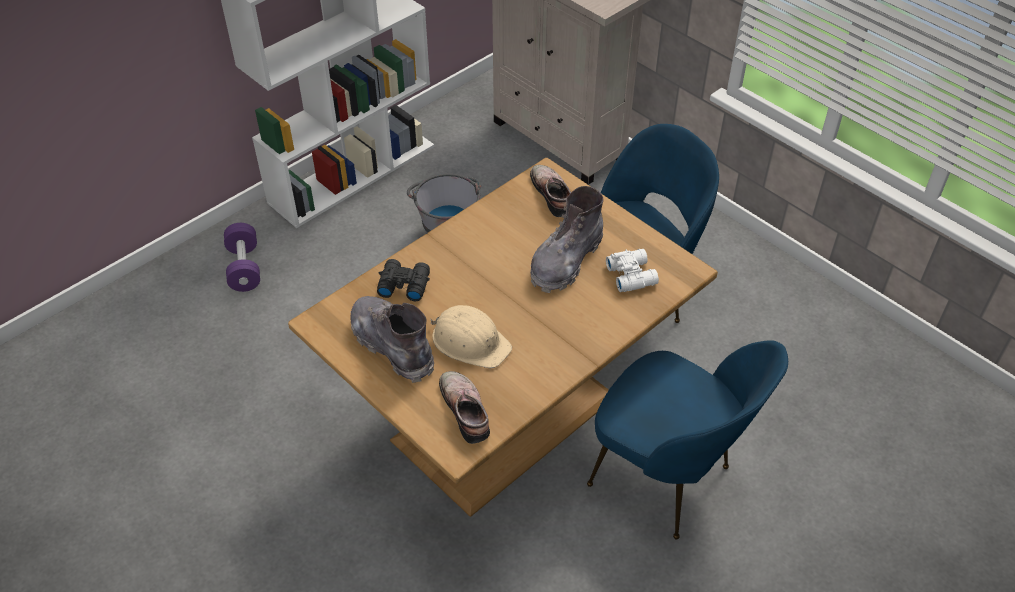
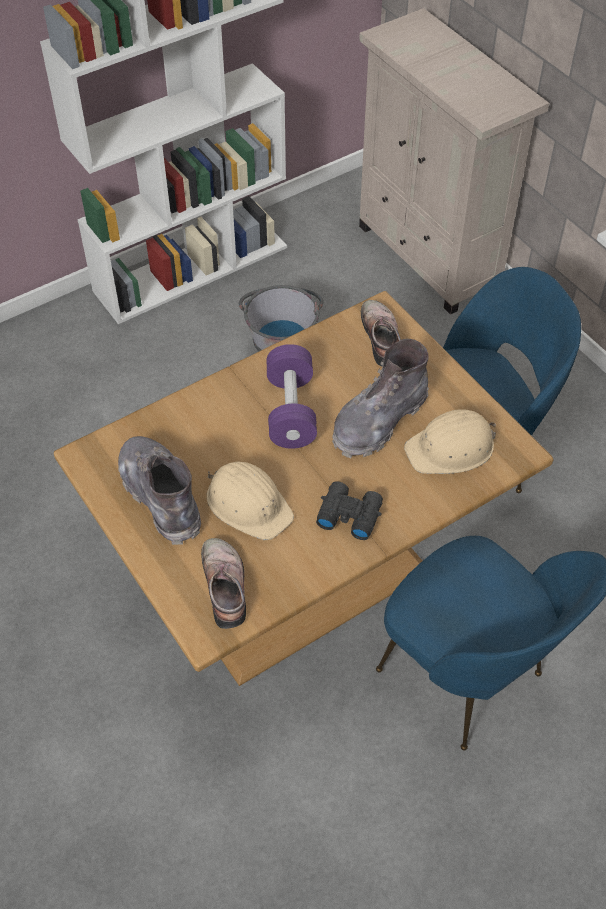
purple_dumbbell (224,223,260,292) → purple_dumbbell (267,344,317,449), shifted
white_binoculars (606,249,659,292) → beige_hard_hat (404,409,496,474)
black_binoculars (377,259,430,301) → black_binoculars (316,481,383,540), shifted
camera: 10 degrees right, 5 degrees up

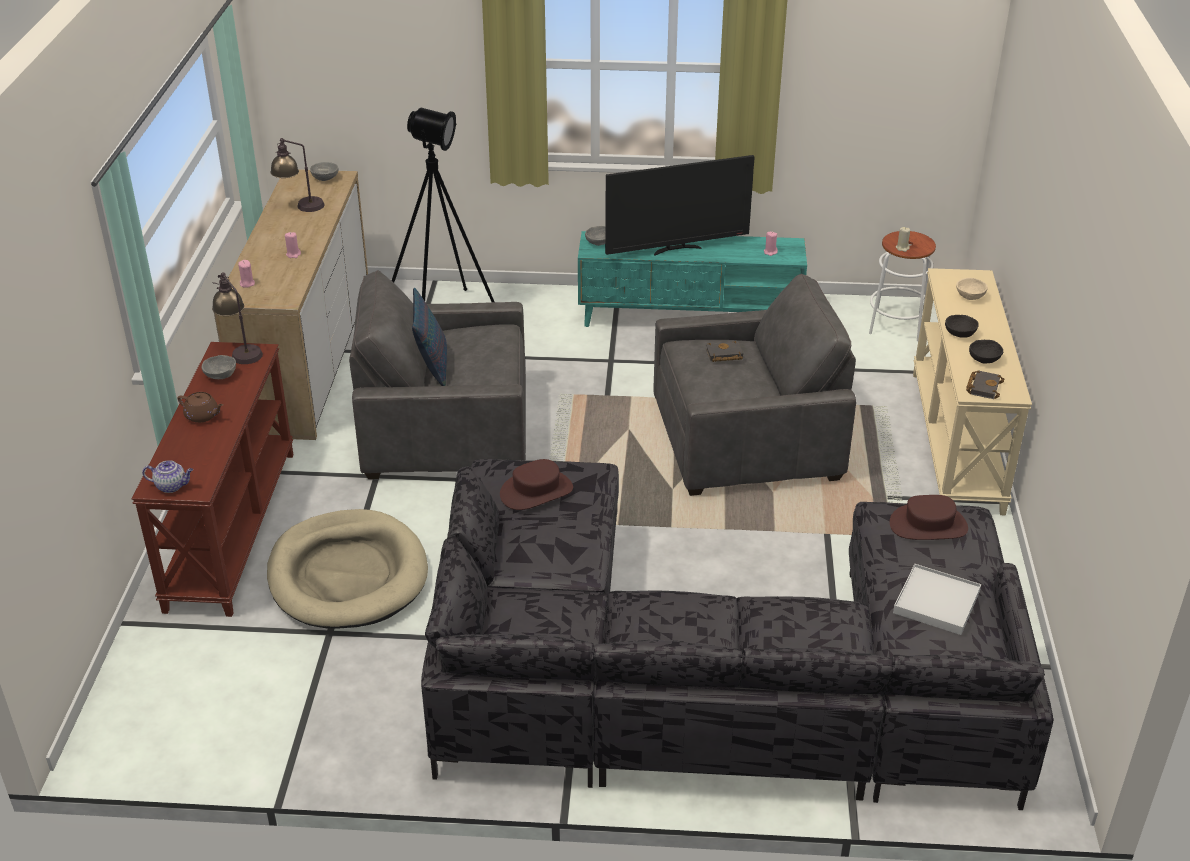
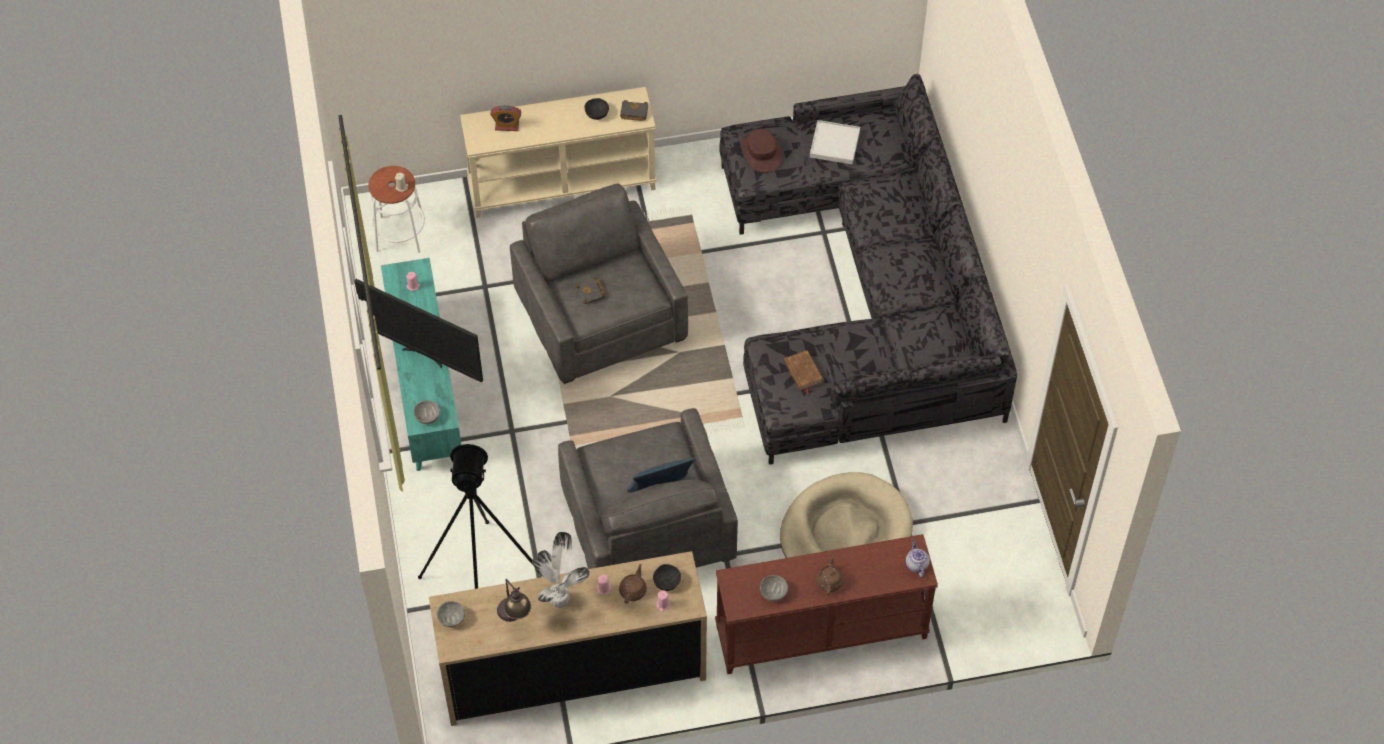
television (605,155,755,256) → television (354,279,483,383), 150 degrees clockwise
table_lamp (212,272,263,364) → -
beige_bowl (956,278,988,300) → alarm_clock (490,105,521,131)
black_bowl (945,315,979,338) → black_bowl (653,564,681,591), shifted
brown_hat (500,459,573,510) → brown_book (784,350,823,394)
- → potted_plant (532,532,589,608)
- → brown_teapot (619,564,647,604)
camera: 105 degrees left, 20 degrees up

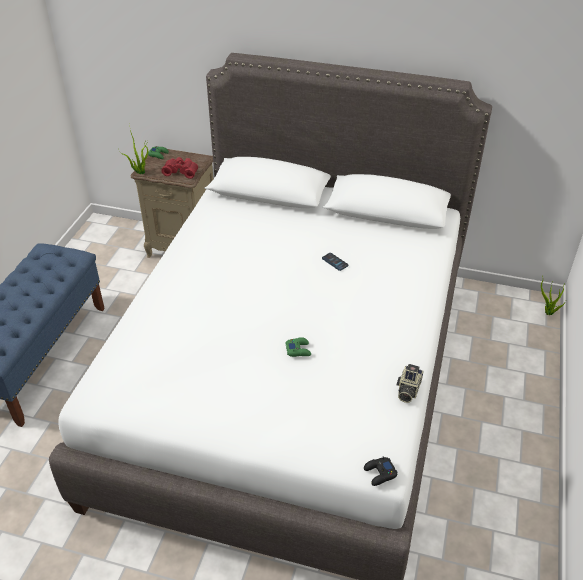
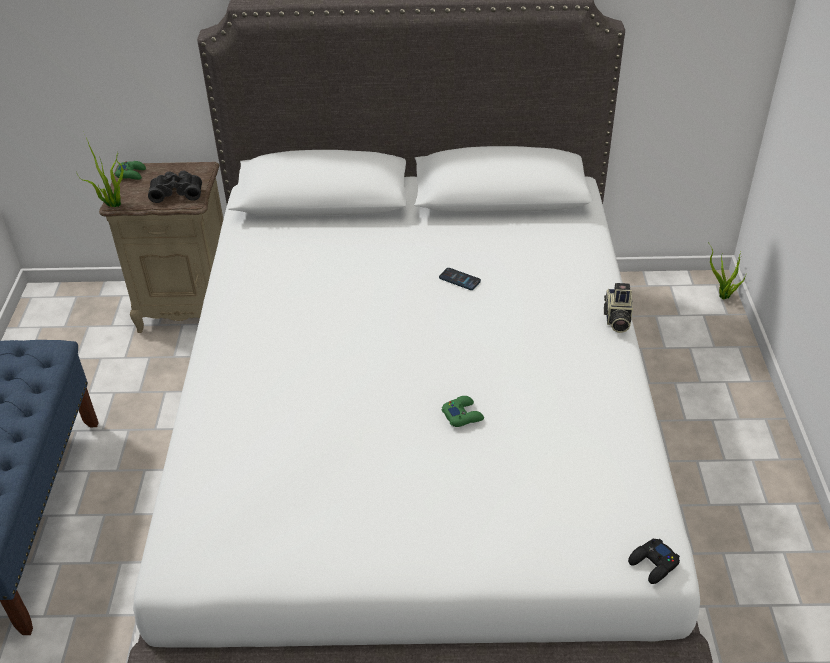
red_binoculars (161,157,198,179) → black_binoculars (148,171,202,203)
photo_camera (397,364,424,403) → photo_camera (604,283,633,333), shifted
camera: 15 degrees left, 0 degrees up

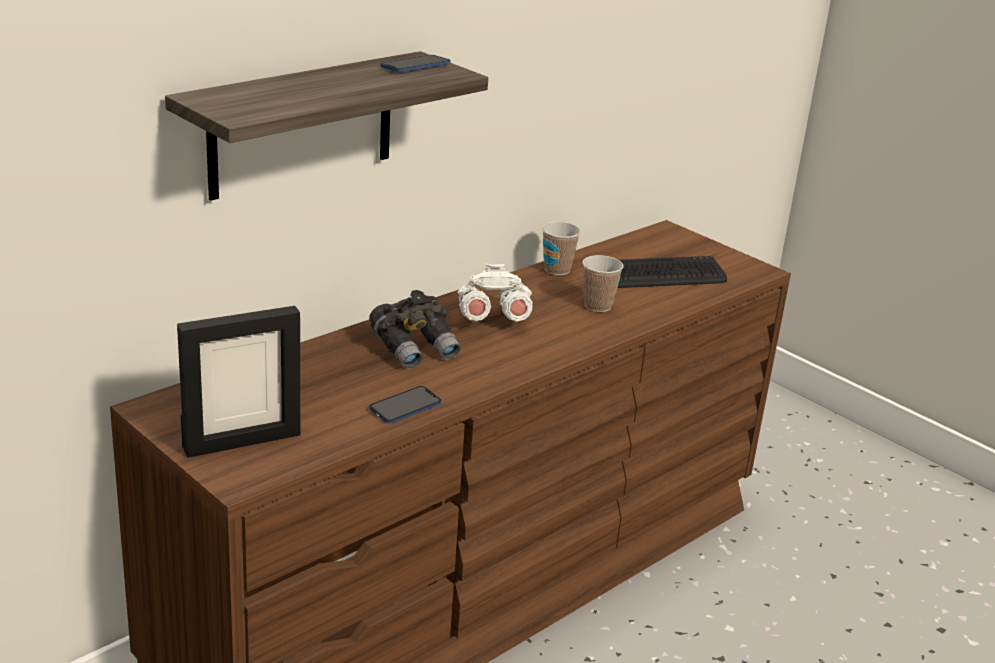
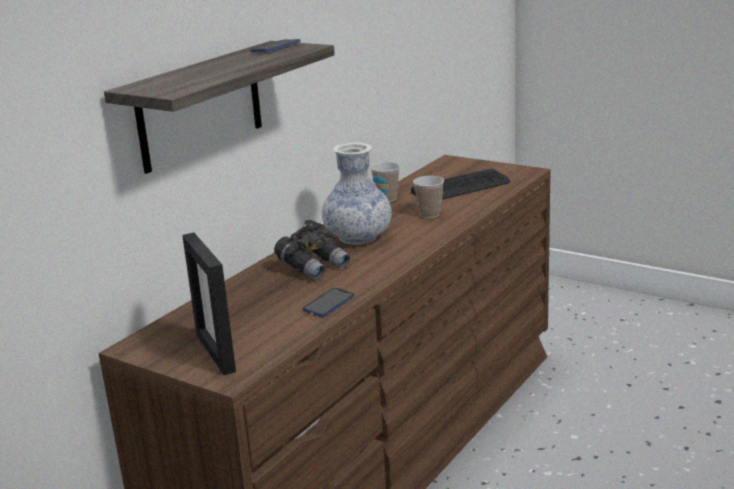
white_binoculars (458,264,532,322) → vase (322,143,392,245)
picture_frame (177,306,300,458) → picture_frame (182,233,236,375), 105 degrees clockwise
camera: 10 degrees left, 5 degrees down

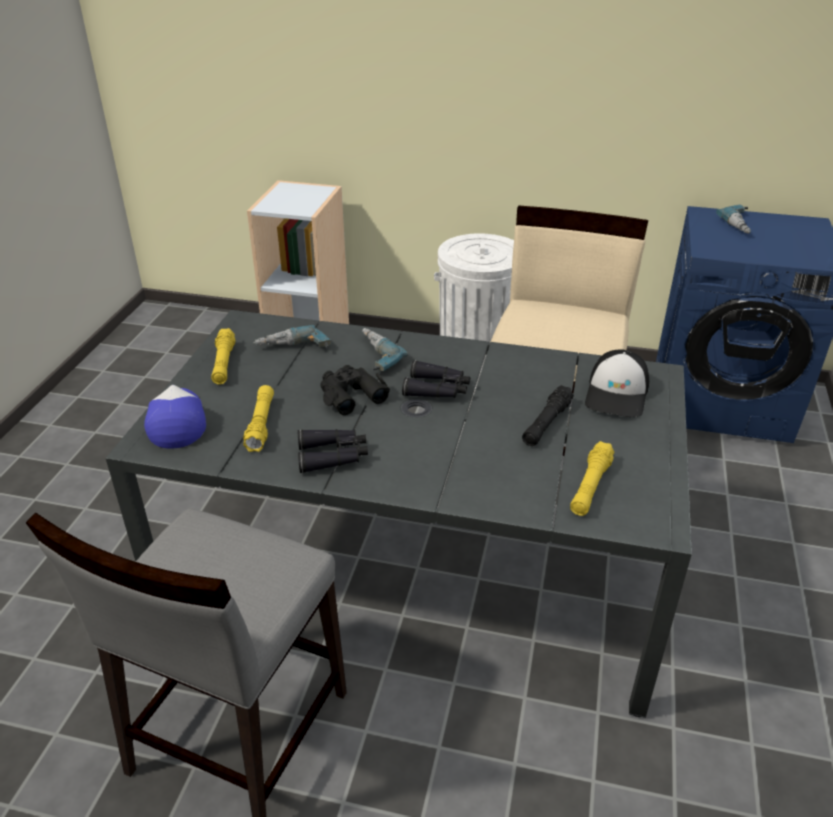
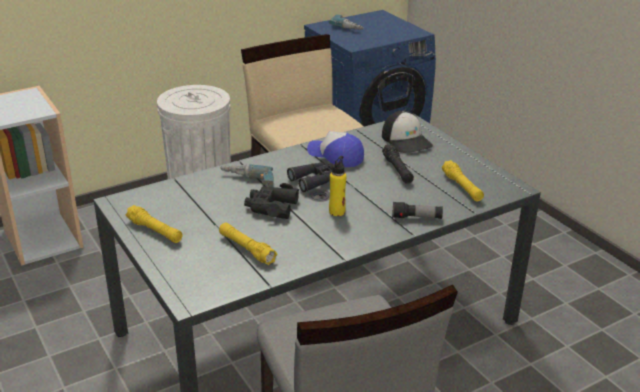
power_drill (253,325,331,348) → -
cap (144,385,206,449) → cap (307,131,364,167), shifted
black_binoculars (298,429,368,473) → -
- → yellow_bottle (329,156,346,216)
- → flashlight (392,202,443,219)
camera: 45 degrees left, 5 degrees down

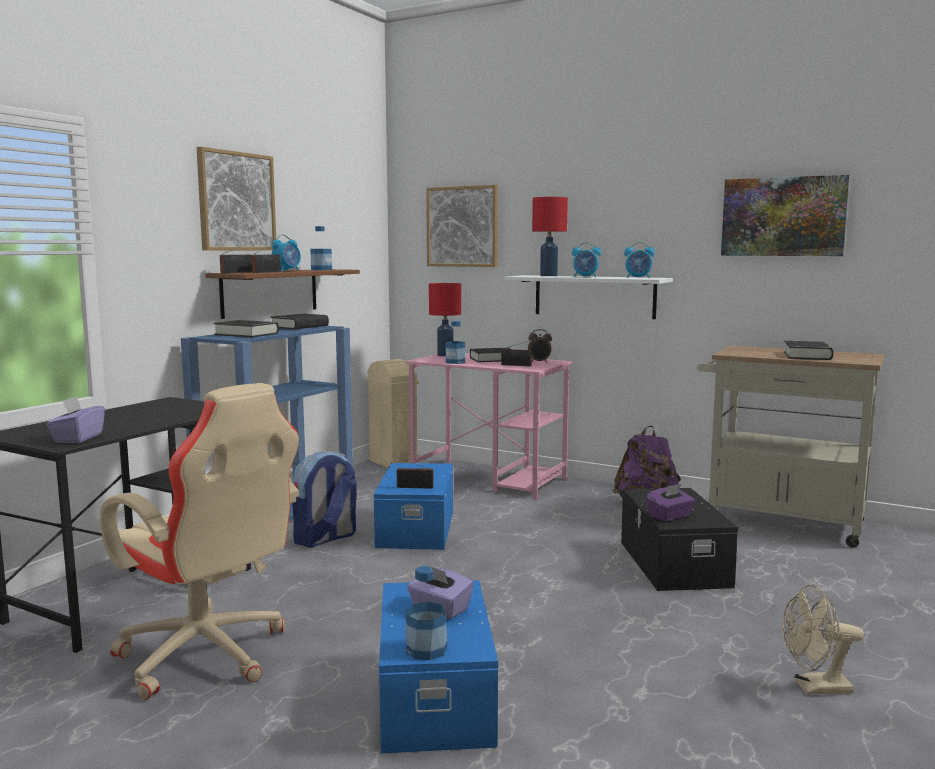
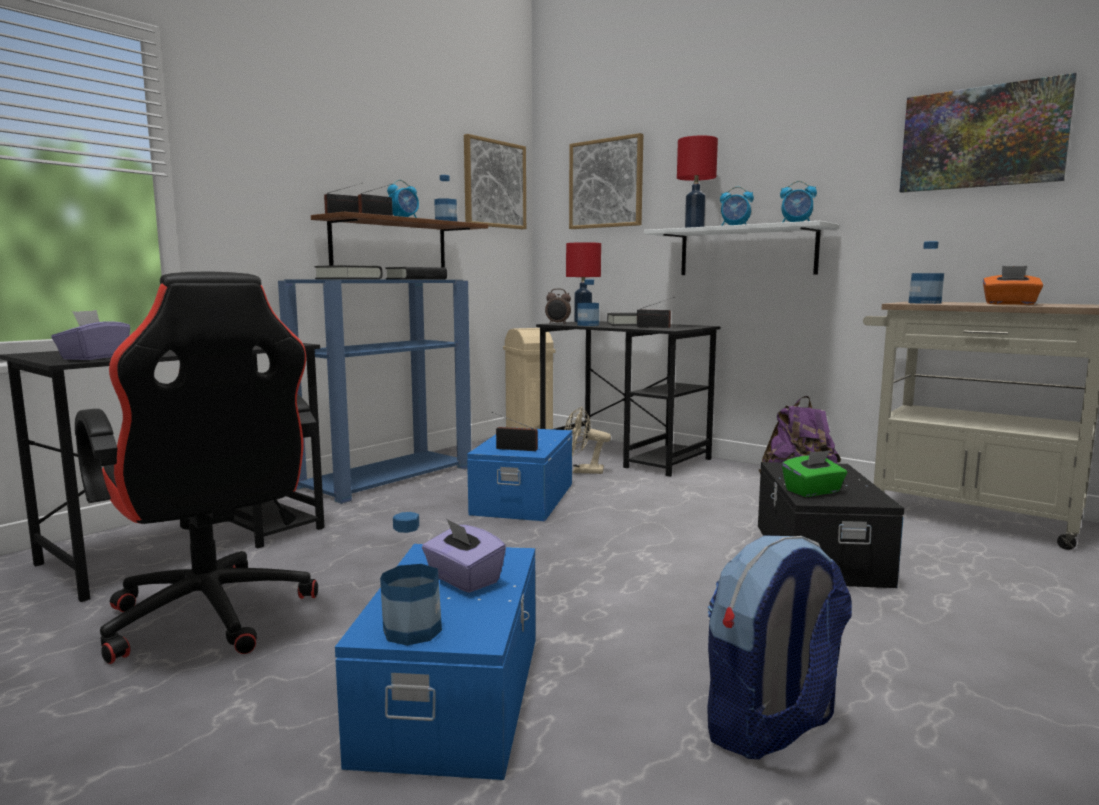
picture (197,147,276,251) → picture (464,134,526,229), shifted
alarm_clock (528,329,552,363) → alarm_clock (545,289,571,324), shifted
black_book (784,341,833,360) → orange_tissue_box (983,266,1043,305)
pink_desk (405,353,573,499) → black_desk (536,321,720,477)
beige_office_chair (100,383,299,700) → black_office_chair (75,271,318,664)
backpack (292,451,357,547) → backpack (707,536,852,759), shifted
purple_tissue_box (646,484,695,522) → green_tissue_box (782,450,847,497)
beige_fan (782,585,864,695) → beige_fan (564,406,611,474), shifted
- → bottle (909,241,944,304)
camera: 10 degrees right, 0 degrees up

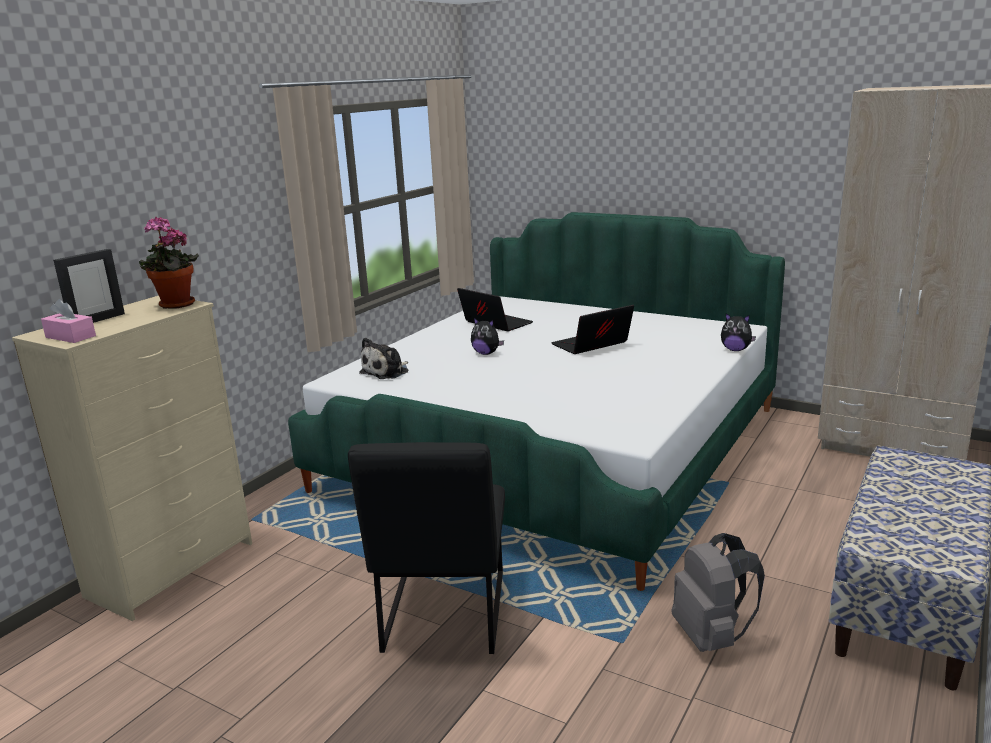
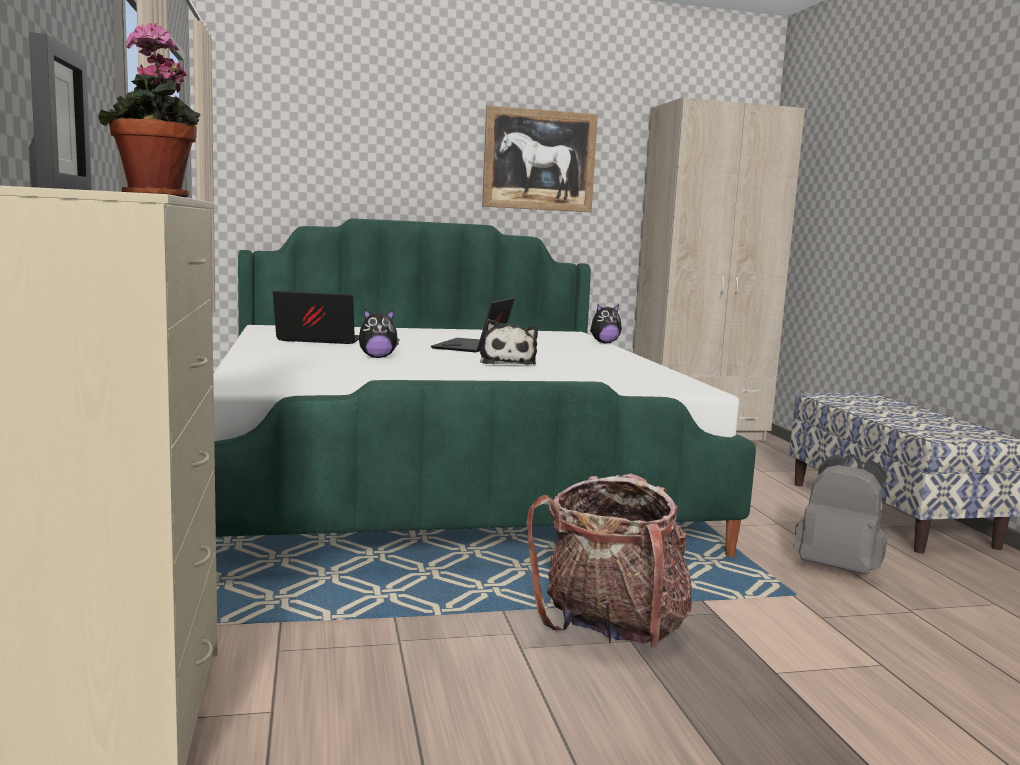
pink_tissue_box (41,299,96,343) → -
plush_toy (359,337,409,379) → plush_toy (480,319,538,365), shifted
black_chair (348,442,505,654) → backpack (526,473,692,650)
- → picture (482,105,598,212)
camera: 45 degrees left, 10 degrees down

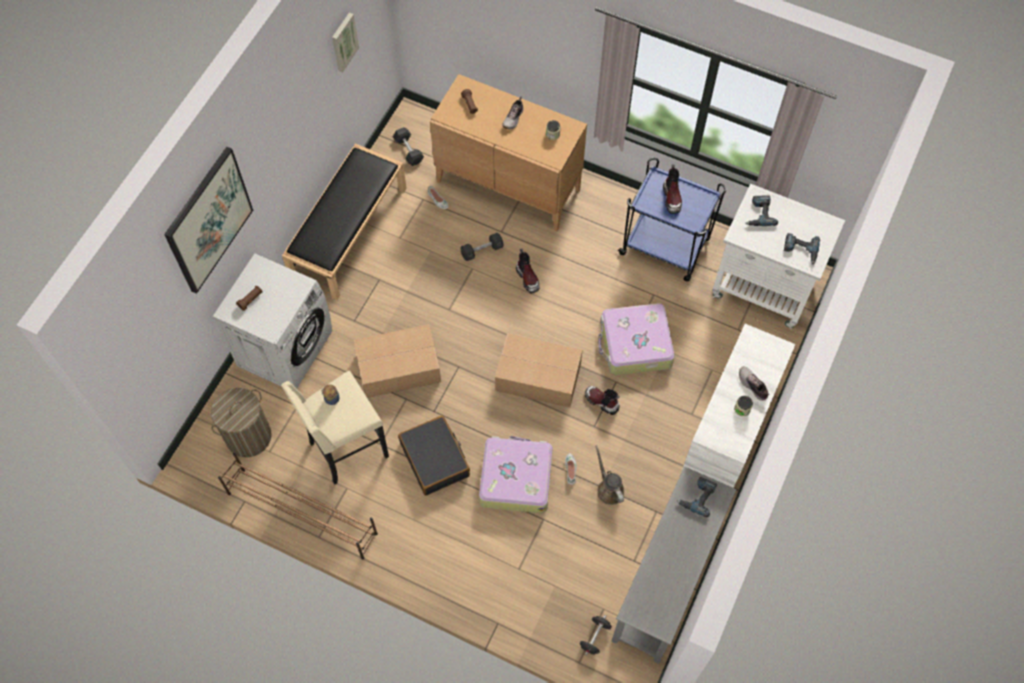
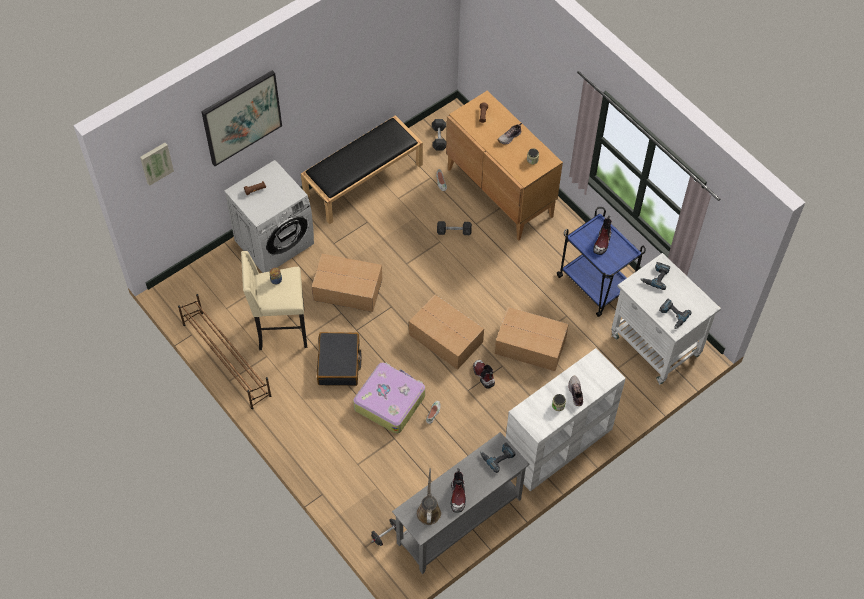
picture (332,13,359,72) → picture (140,143,174,186), shifted
boot (516,249,539,293) → boot (450,468,466,513), shifted
suitcase (598,303,675,375) → cardboard_box (495,307,569,371)
laundry_basket (211,388,272,458) → -
brown_watering_can (595,445,624,505) → brown_watering_can (417,468,441,525), shifted
camera: 25 degrees right, 5 degrees down

